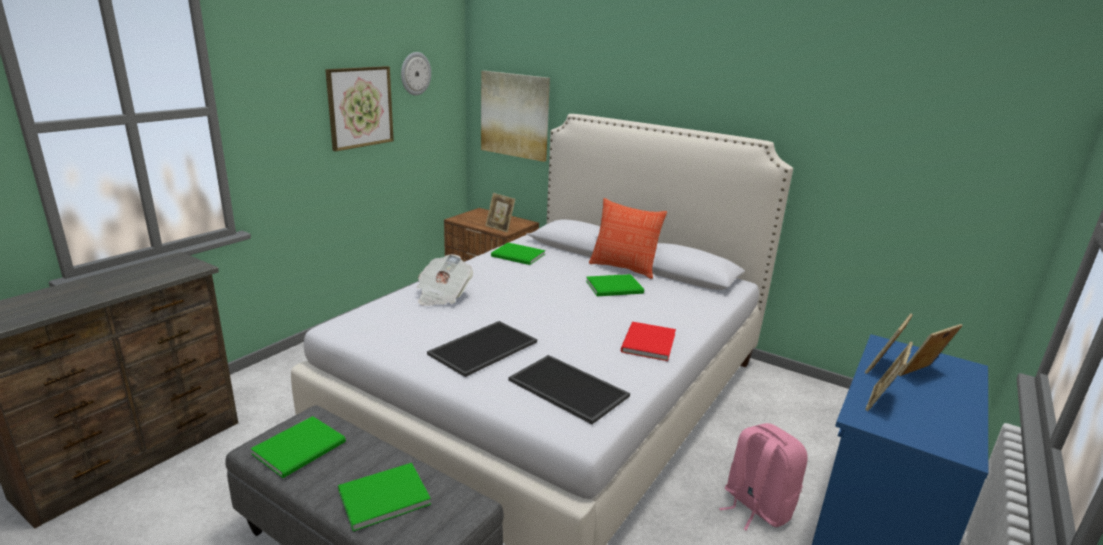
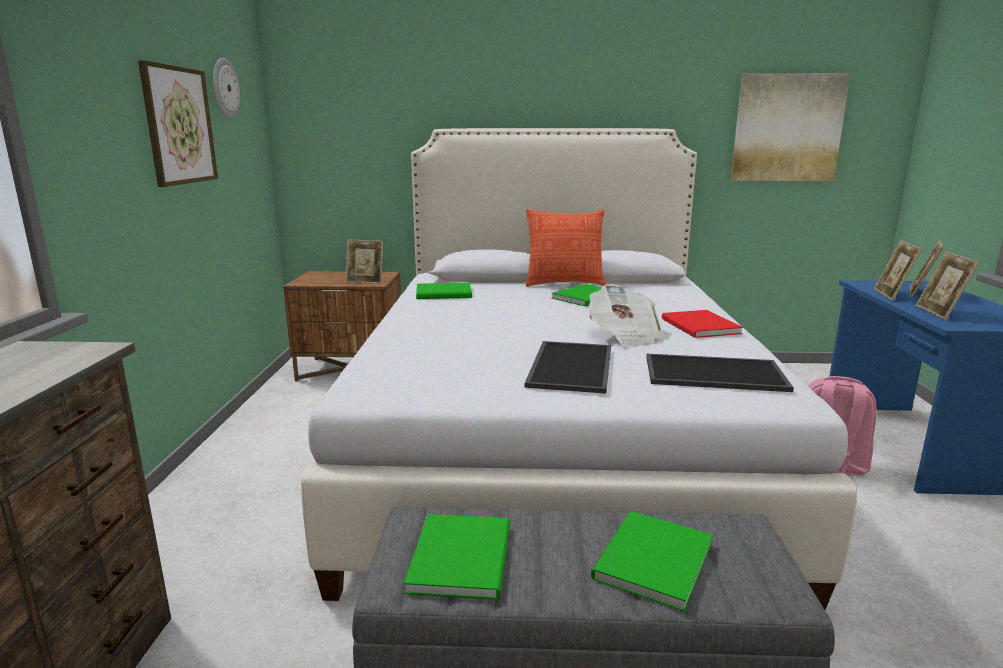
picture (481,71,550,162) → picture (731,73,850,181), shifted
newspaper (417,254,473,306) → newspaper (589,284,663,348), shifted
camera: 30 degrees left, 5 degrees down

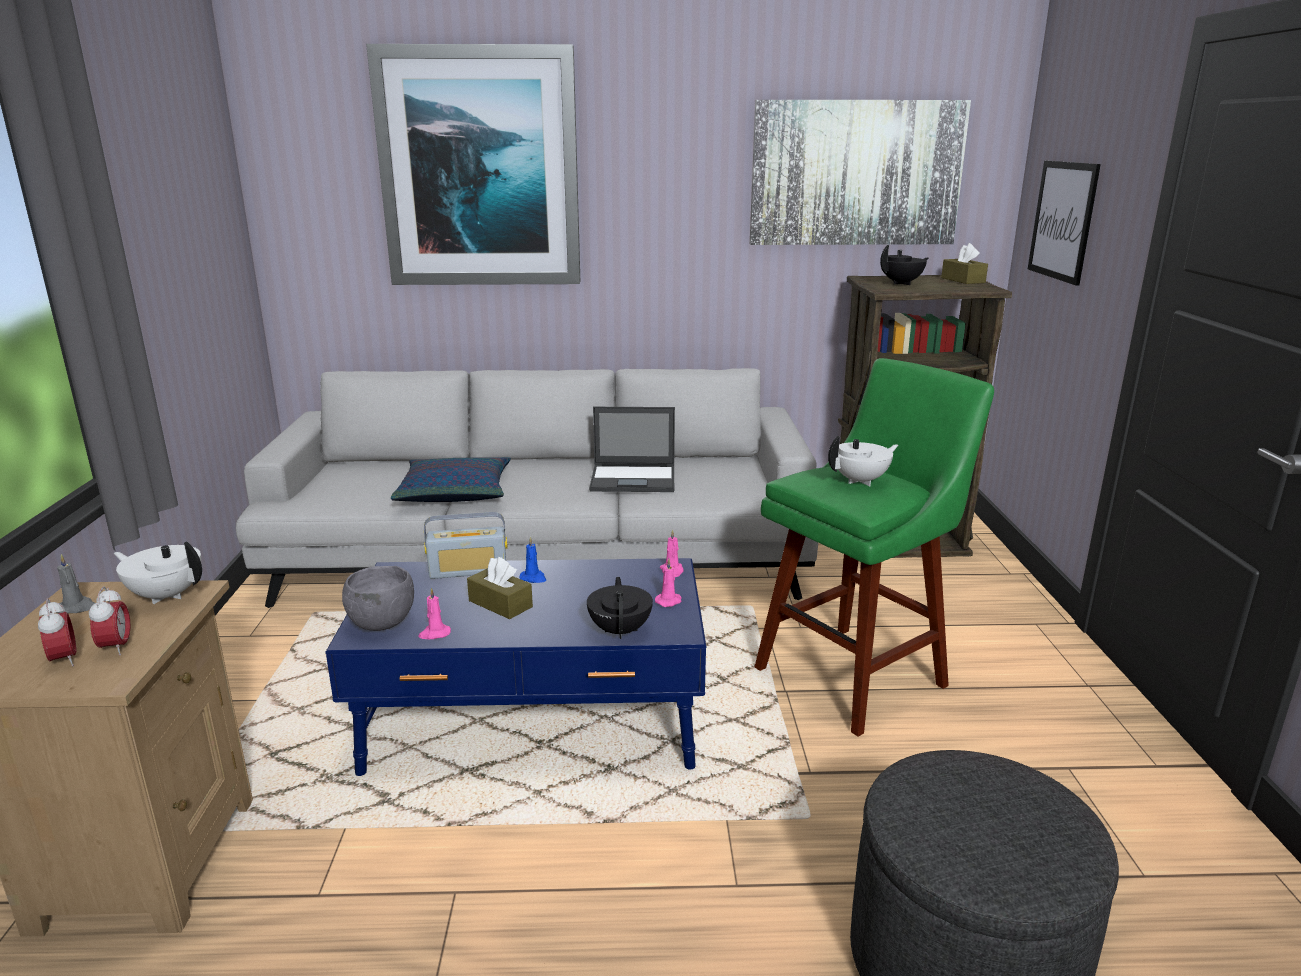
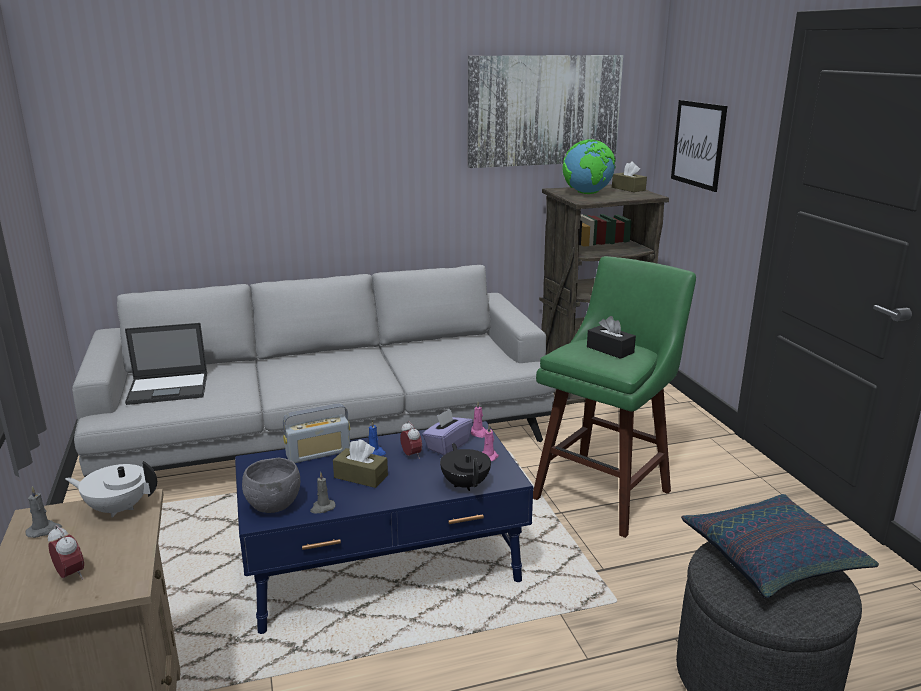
picture (366,44,580,285) → -
black_teapot (880,245,928,285) → globe (562,139,616,194)
laptop (589,407,675,492) → laptop (125,323,207,405), shifted
white_teapot (828,436,899,487) → black_tissue_box (587,316,636,359)
blue_pillow (391,457,511,502) → blue_pillow (681,494,879,598), shifted
alarm_clock (89,586,130,655) → alarm_clock (400,421,422,459), shifted
pink_candle (418,588,451,639) → grey_candle (310,472,336,513)
- → purple_tissue_box (422,409,473,455)
camera: 15 degrees left, 0 degrees up

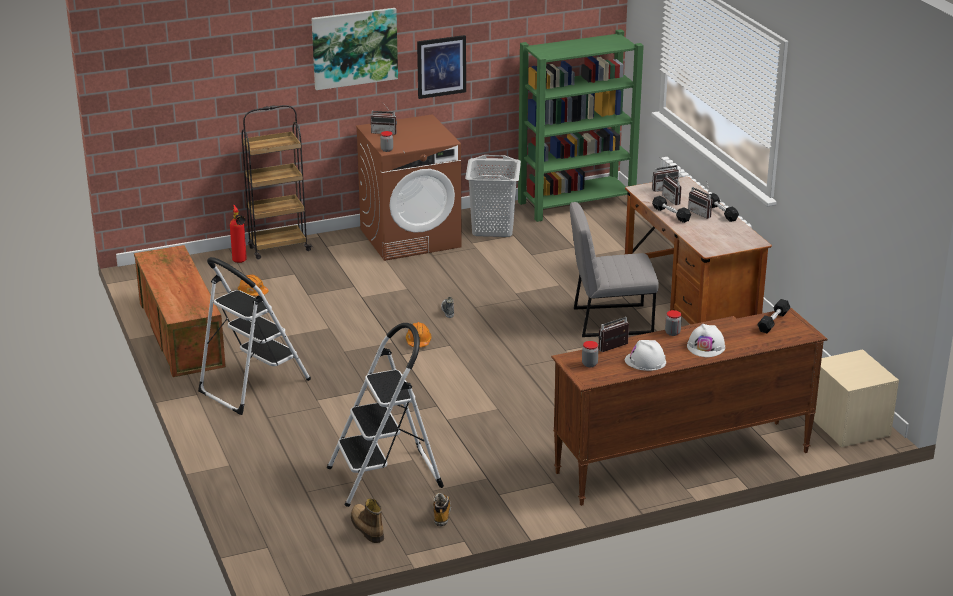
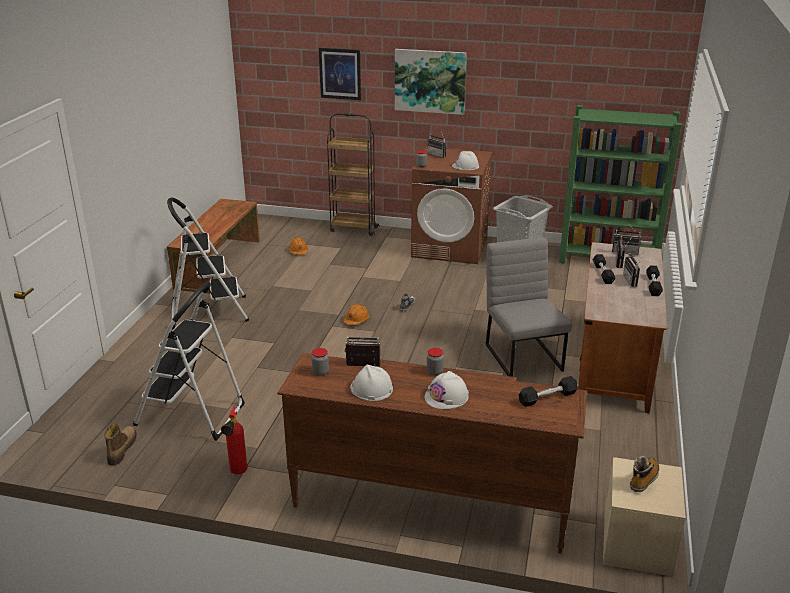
picture (417,35,466,99) → picture (319,48,361,100), shifted
grey_chair (570,202,659,337) → grey_chair (486,237,572,377), 45 degrees clockwise
fire_extinguisher (230,205,247,263) → fire_extinguisher (221,406,247,474), shifted
boot (433,493,451,526) → boot (630,456,659,492), shifted
- → white_hard_hat (452,151,479,170)
camera: 35 degrees right, 0 degrees up

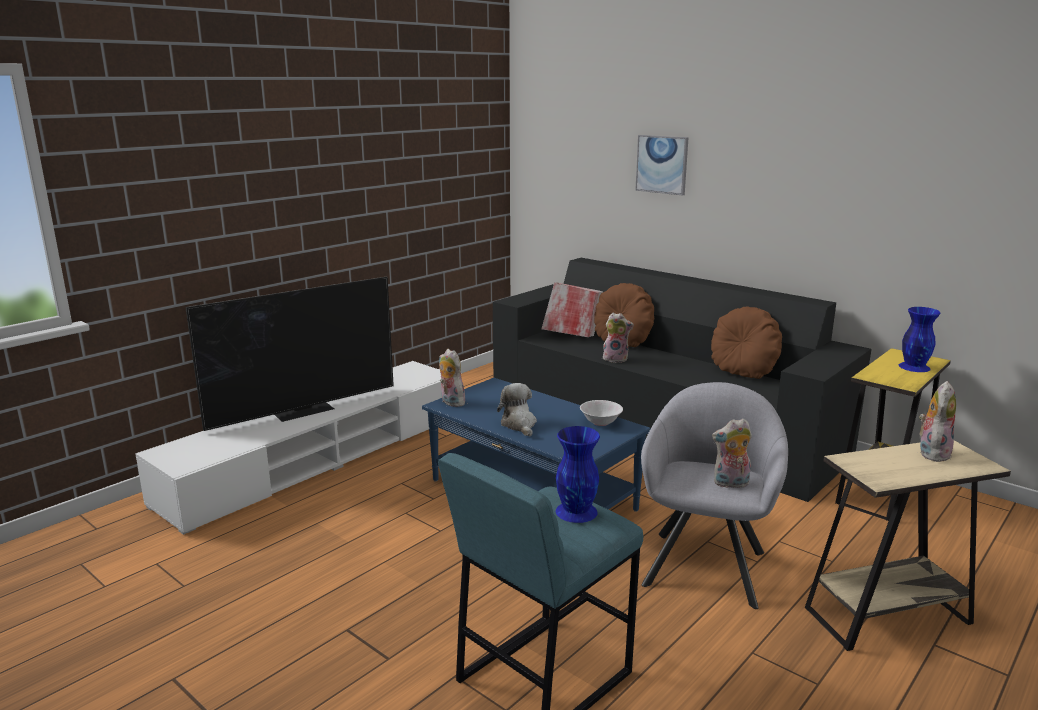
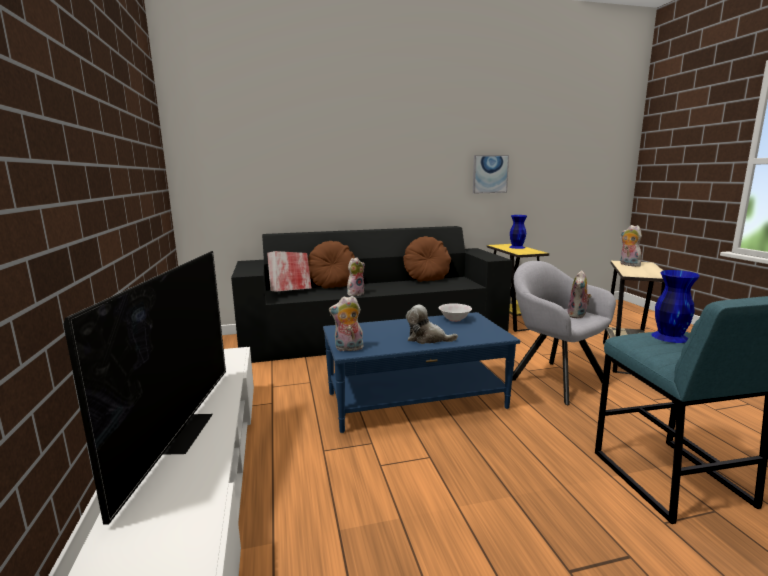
picture (635,135,689,196) → picture (473,155,509,193), shifted
camera: 55 degrees left, 5 degrees down

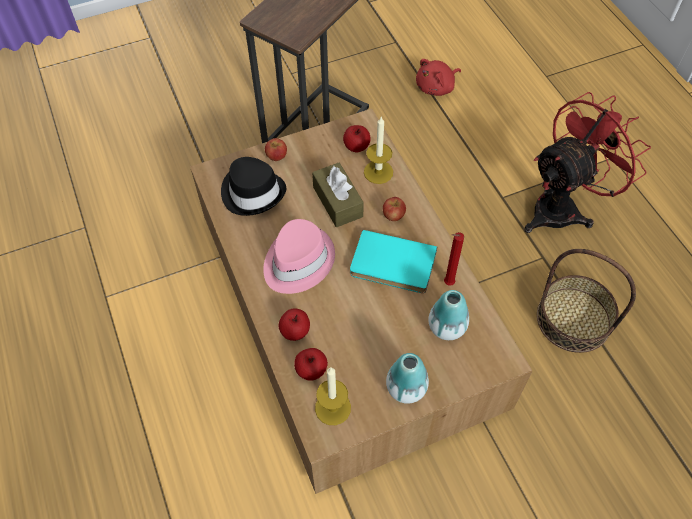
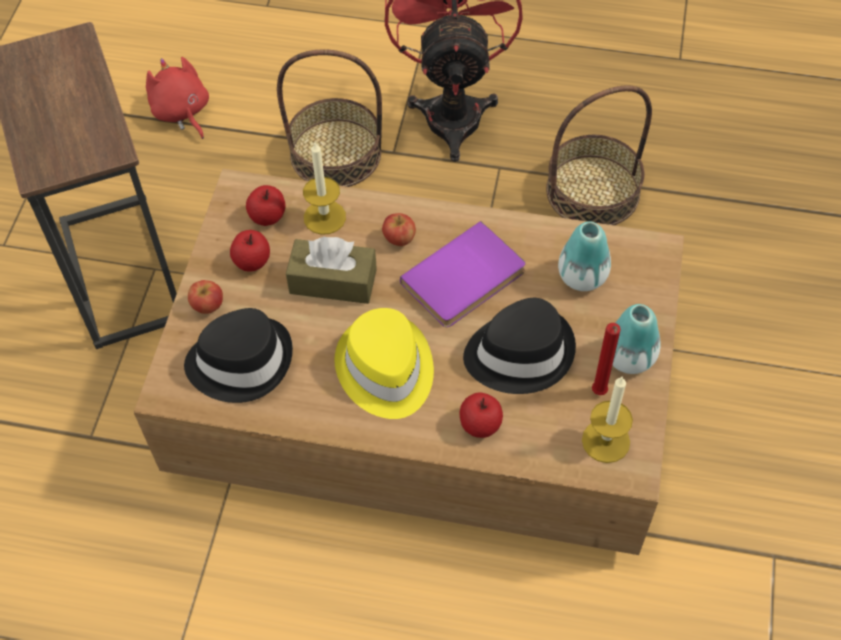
red_plush_toy (416,59,461,96) → red_plush_toy (146,57,209,139), 150 degrees clockwise
pink_hat (263,219,335,294) → yellow_hat (334,308,434,419)
turquoise_book (350,230,437,293) → purple_book (400,221,525,327)
red_candle (444,232,464,286) → red_candle (592,323,621,395), shifted
apple (294,348,328,381) → apple (230,230,270,272), shifted
- → basket (277,49,382,187)
- → black_hat (463,298,576,394)
camera: 55 degrees left, 0 degrees up

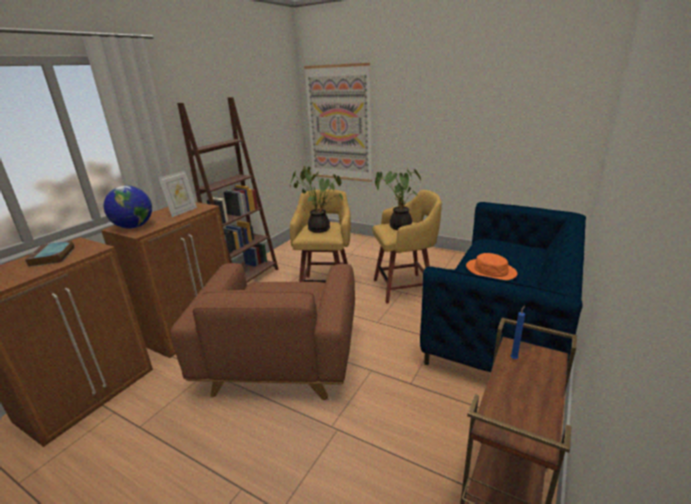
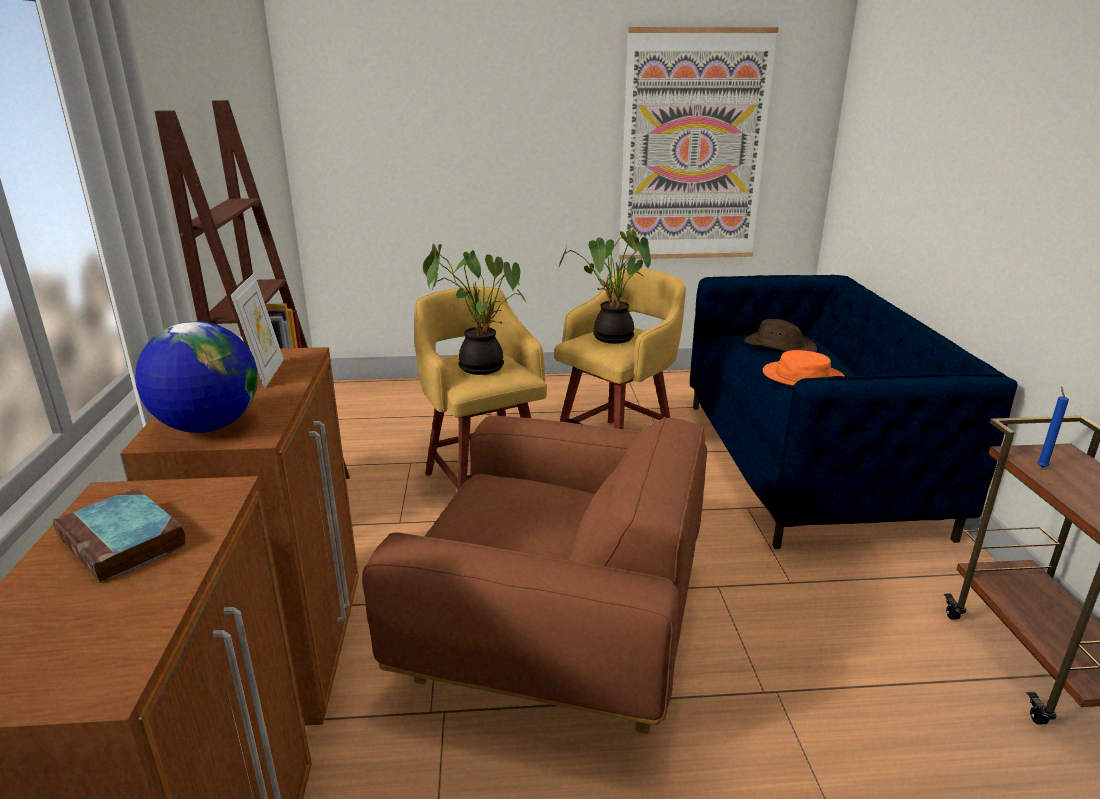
picture (304,63,372,182) → picture (619,27,779,259), shifted
brown_armchair (171,263,355,400) → brown_armchair (362,416,707,734), 45 degrees counterclockwise
- → brown_hat (744,319,817,352)
camera: 35 degrees left, 0 degrees up

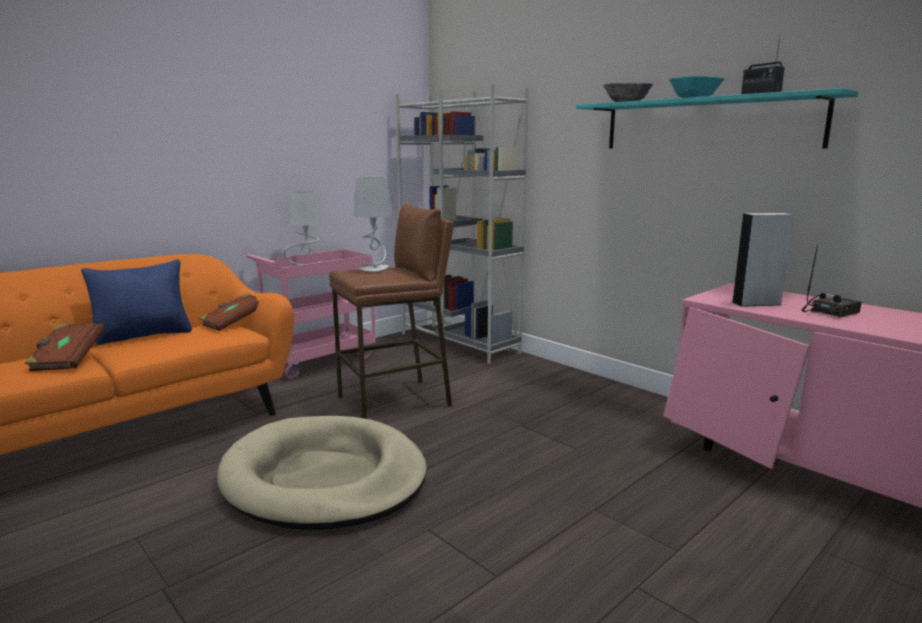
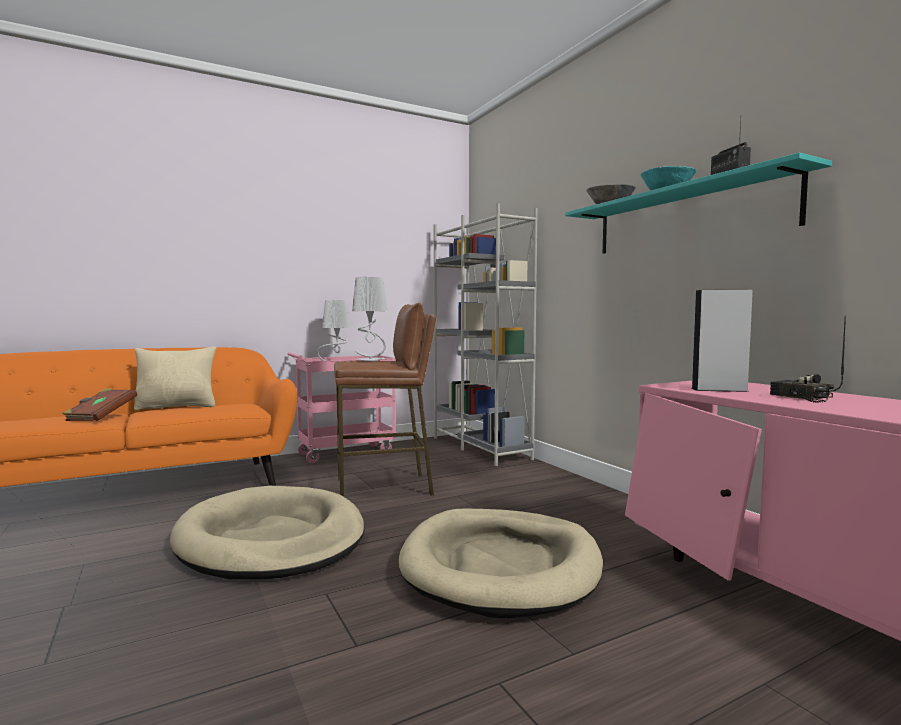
radio (802,244,862,318) → radio (770,316,846,403), 105 degrees counterclockwise
blue_pillow (81,259,192,345) → beige_pillow (134,346,216,410)
brown_book (199,293,259,331) → -
- → beige_dog_bed (399,509,603,618)
camera: 15 degrees right, 10 degrees down

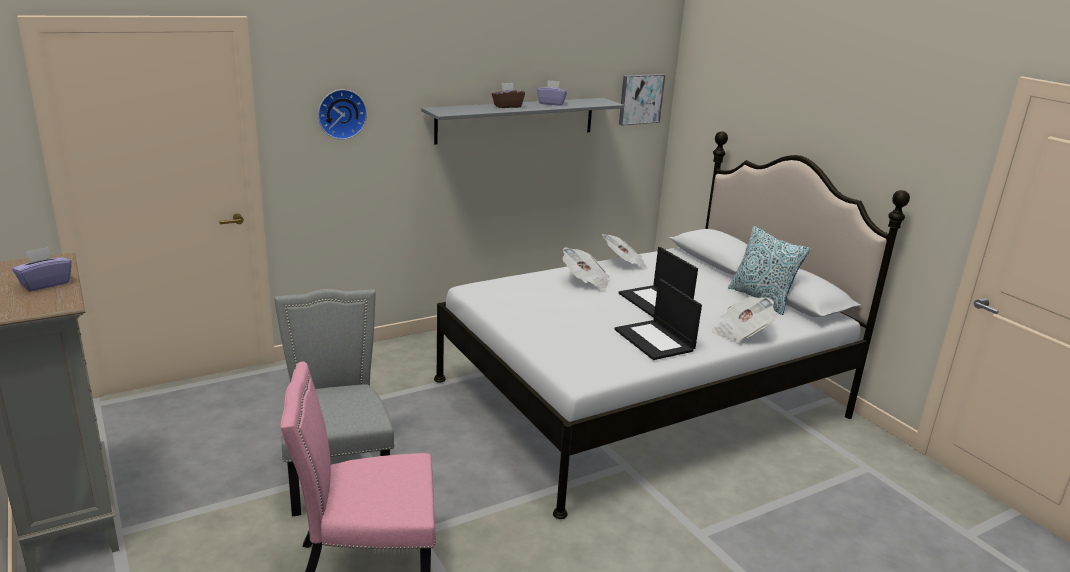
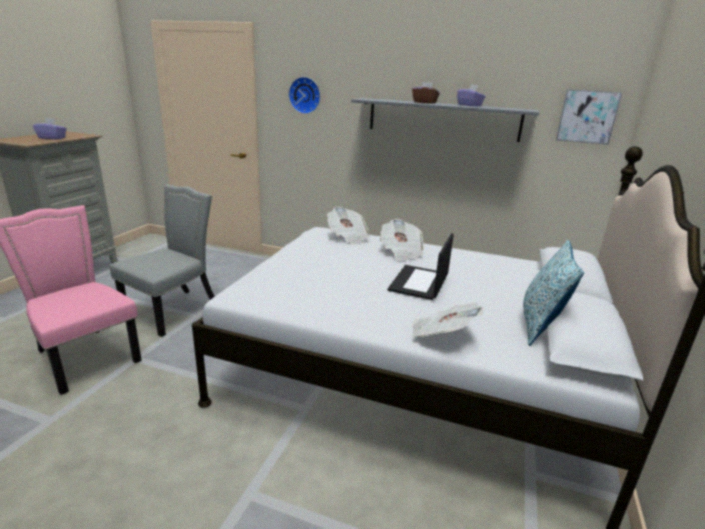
newspaper (602,234,648,269) → newspaper (327,207,370,245), shifted
laptop (615,278,702,360) → -
camera: 50 degrees right, 0 degrees up

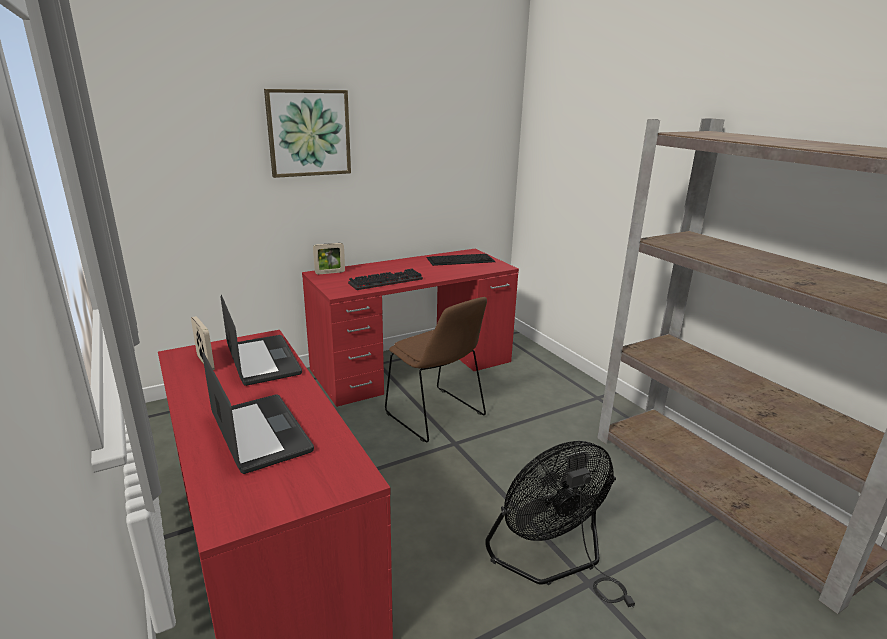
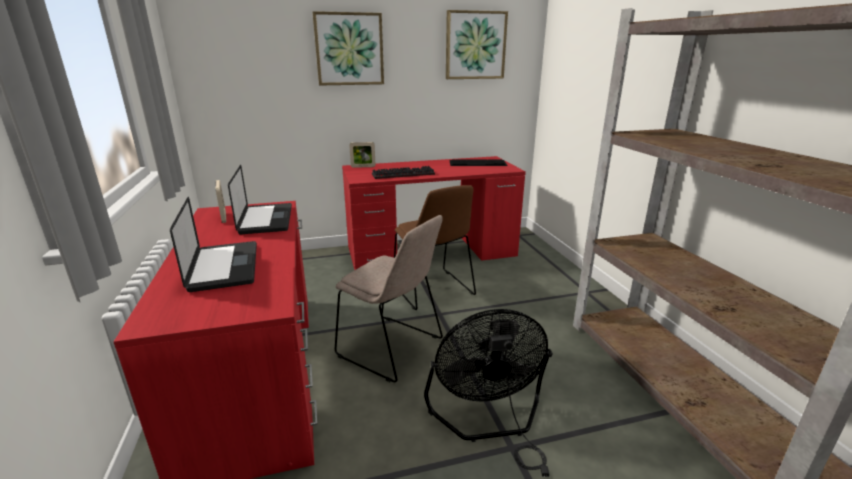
- → picture (446,10,508,79)
- → beige_chair (335,215,443,382)
camera: 15 degrees right, 0 degrees up

